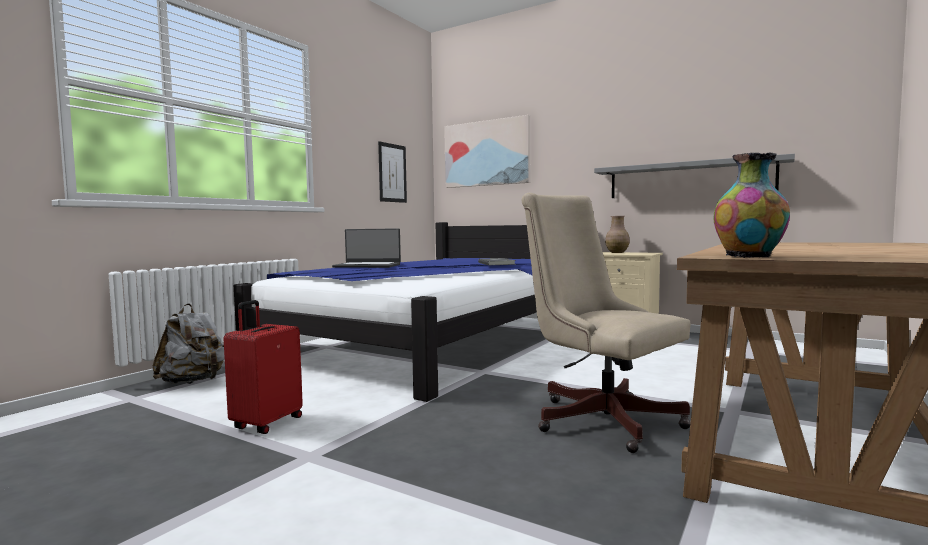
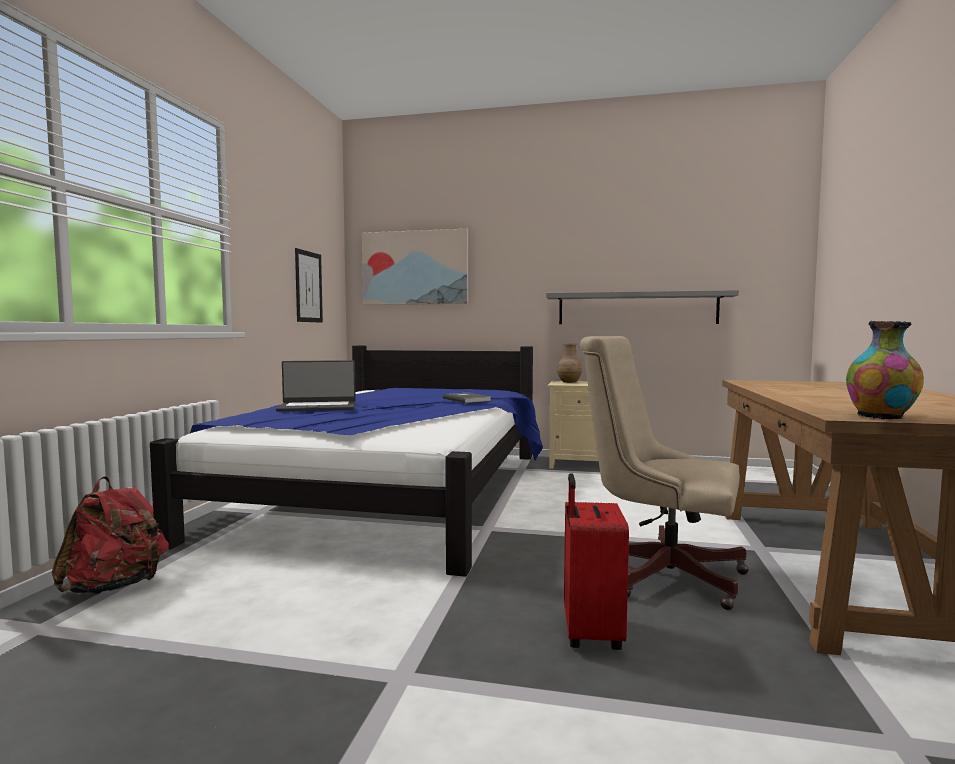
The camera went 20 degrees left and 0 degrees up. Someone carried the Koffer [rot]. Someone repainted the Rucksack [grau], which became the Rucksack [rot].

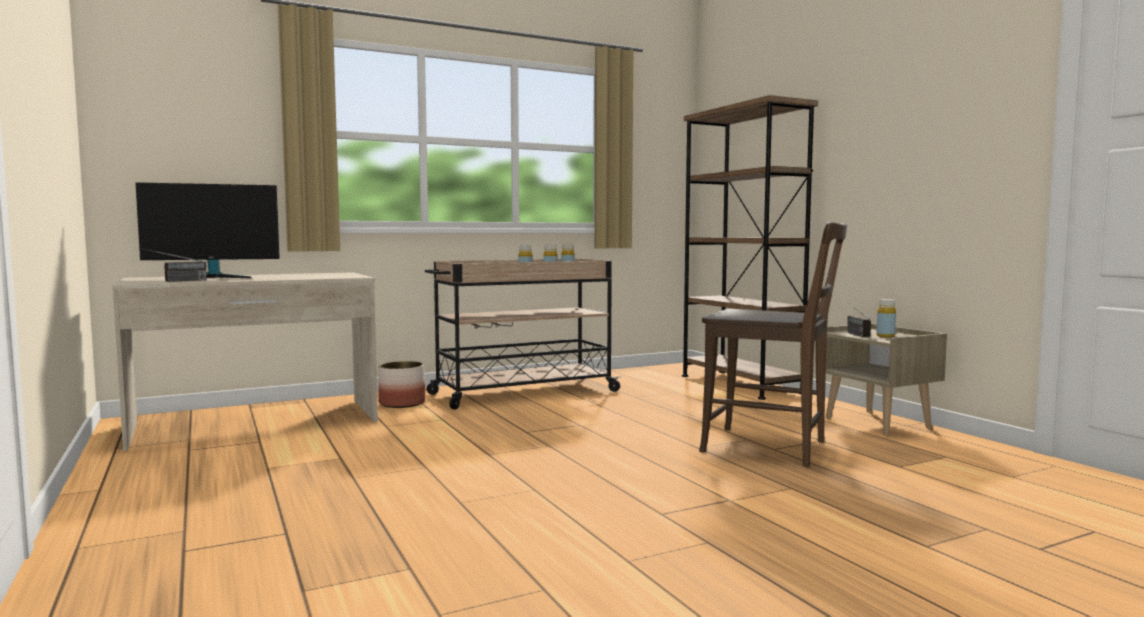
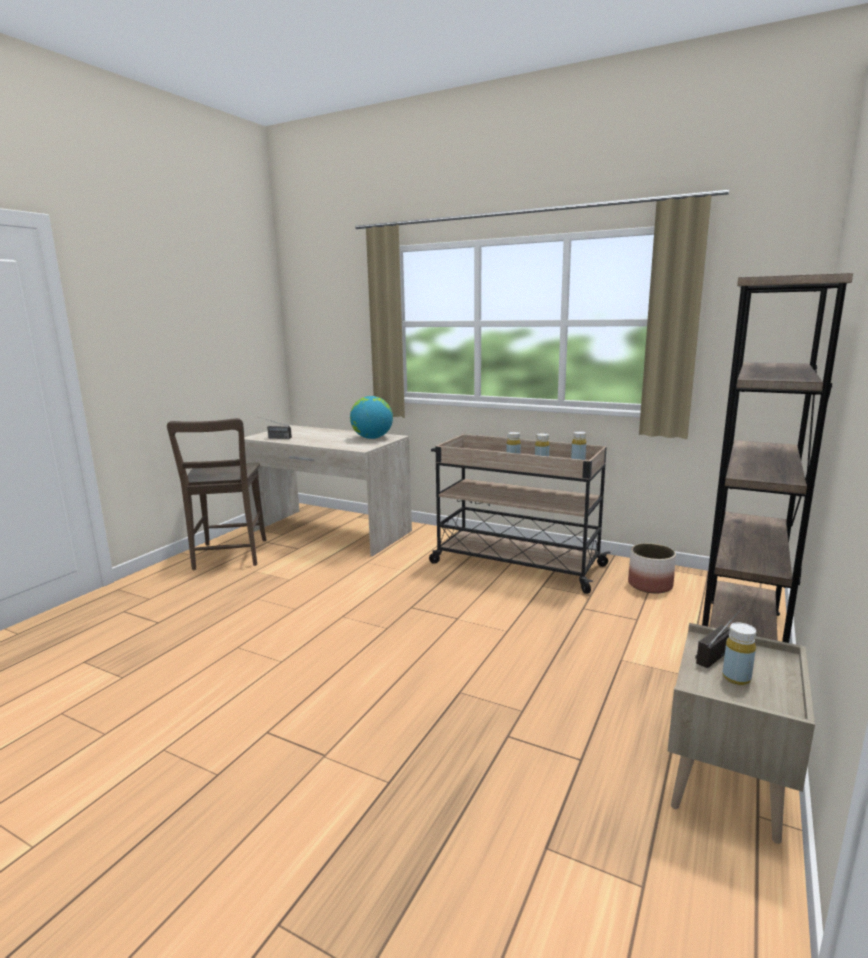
The camera went 55 degrees right and 10 degrees up. Someone took away the Monitor. Someone carried the Stuhl [braun]. Someone carried the Pflanzkübel. Someone put down the Globus.

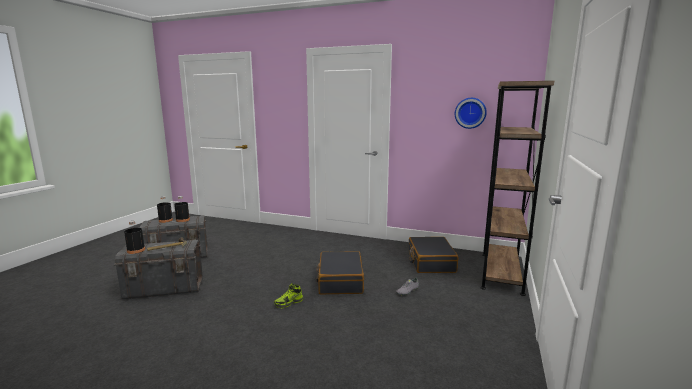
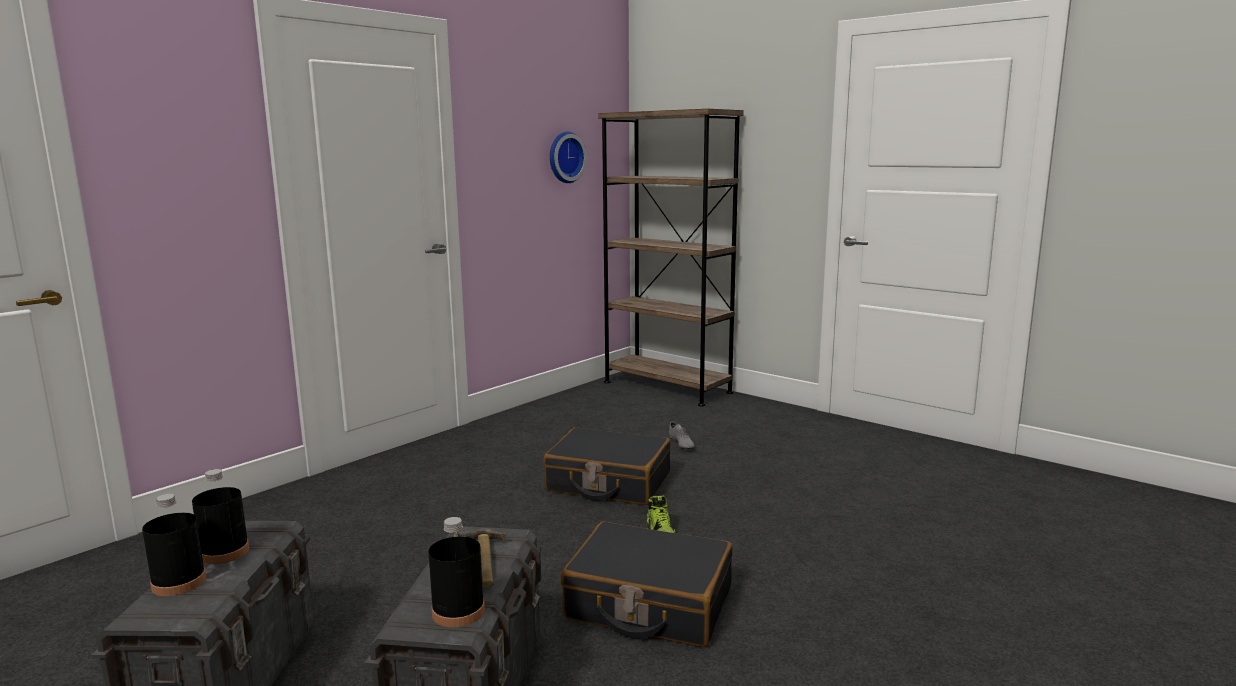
The camera went 70 degrees left and 0 degrees up. Someone carried the Koffer [schwarz] (no. 2 from left).

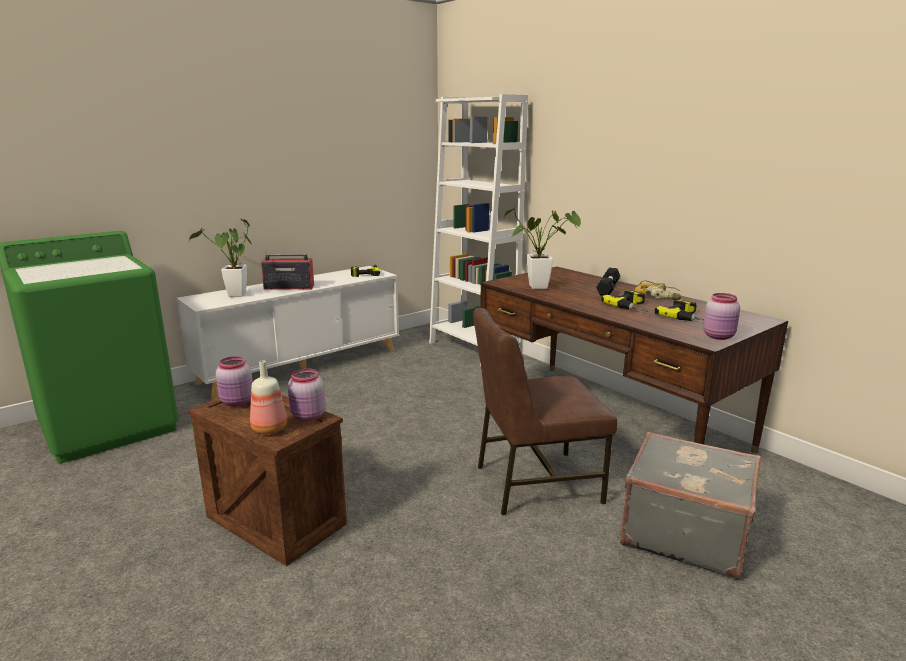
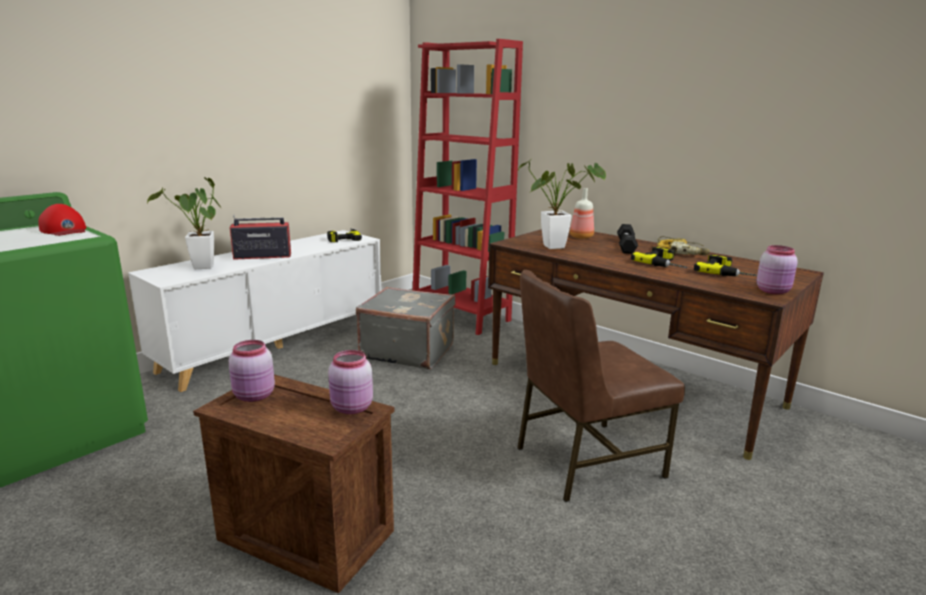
The camera went 10 degrees left and 0 degrees up. Someone repainted the Bücherregal [weiß], which became the Bücherregal [rot]. Someone carried the Flasche. Someone carried the Koffer [grau]. Someone put down the Kappe [rot].

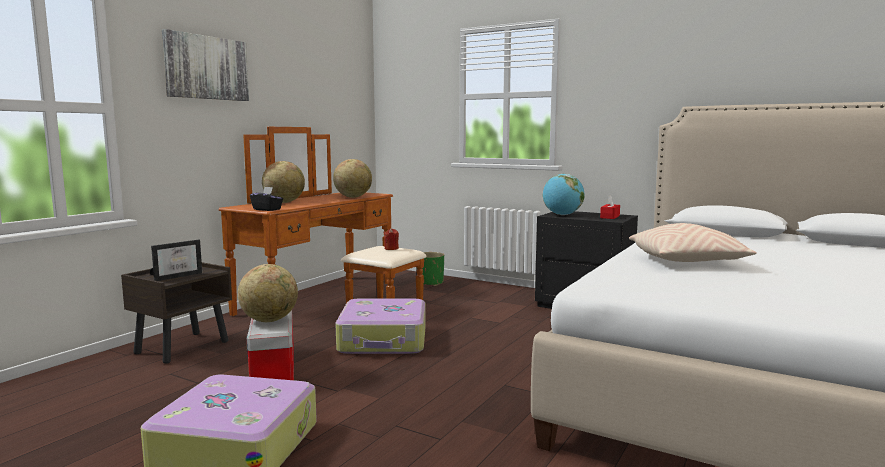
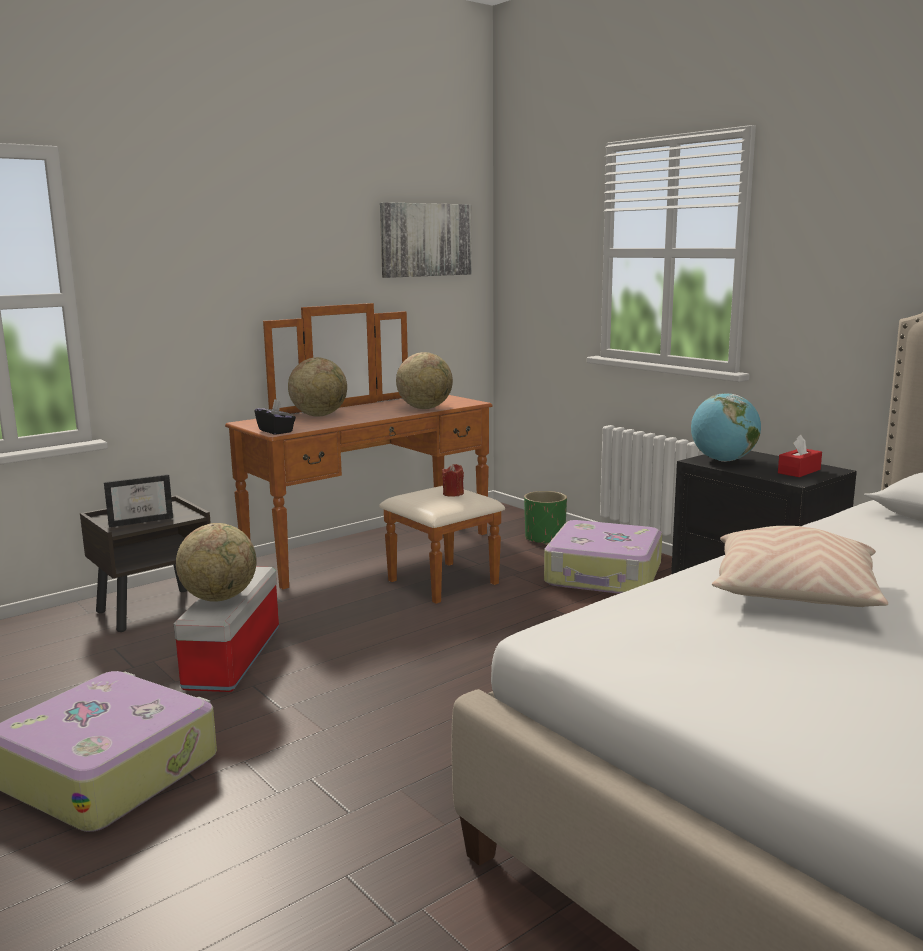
The camera went 20 degrees right and 5 degrees up. Someone carried the Bild. Someone carried the Koffer (no. 2 from left).

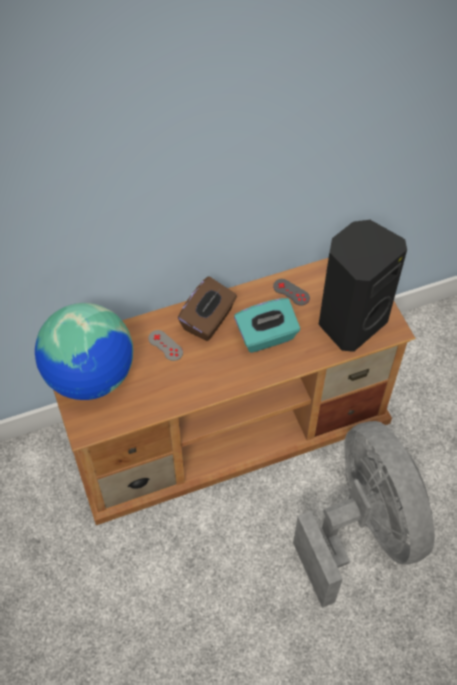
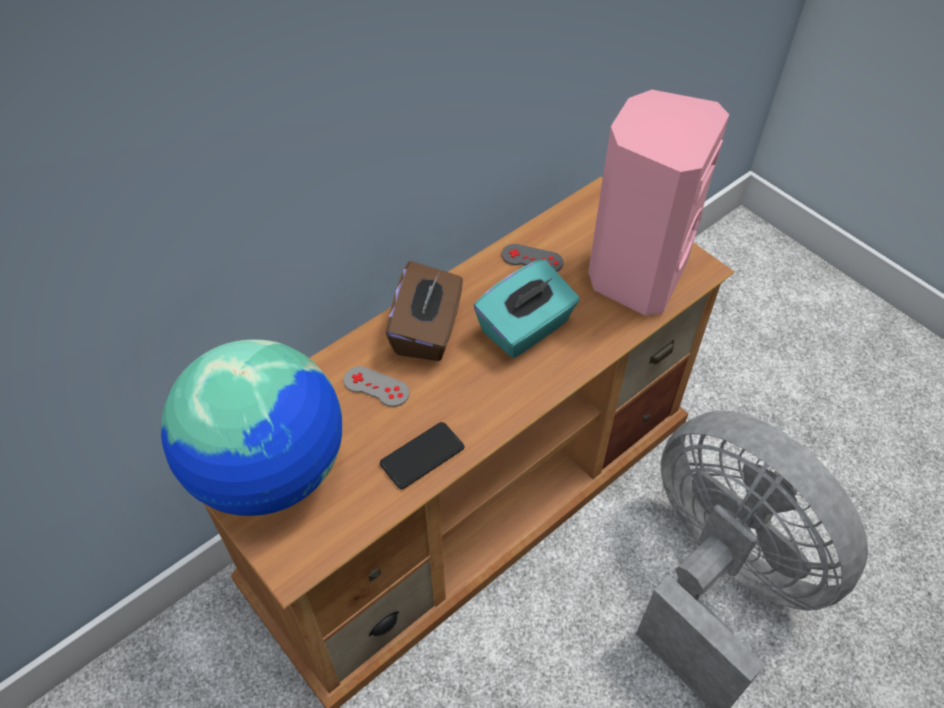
The camera went 20 degrees left and 5 degrees down. Someone repainted the Lautsprecher [schwarz], which became the Lautsprecher [rosa]. Someone put down the Handy.

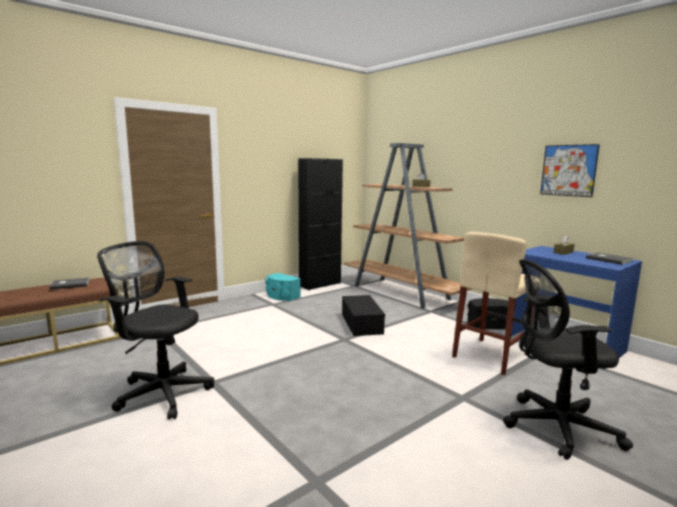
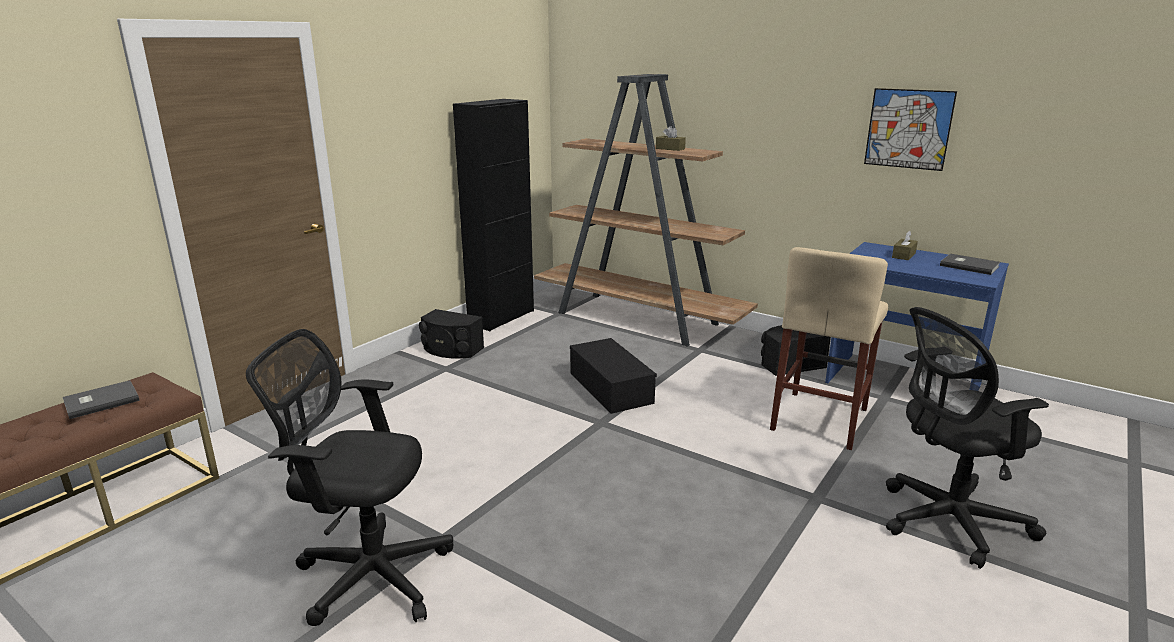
The camera went 15 degrees left and 10 degrees up. Someone repainted the Lautsprecher [türkis], which became the Lautsprecher [schwarz] (no. 1 from left).

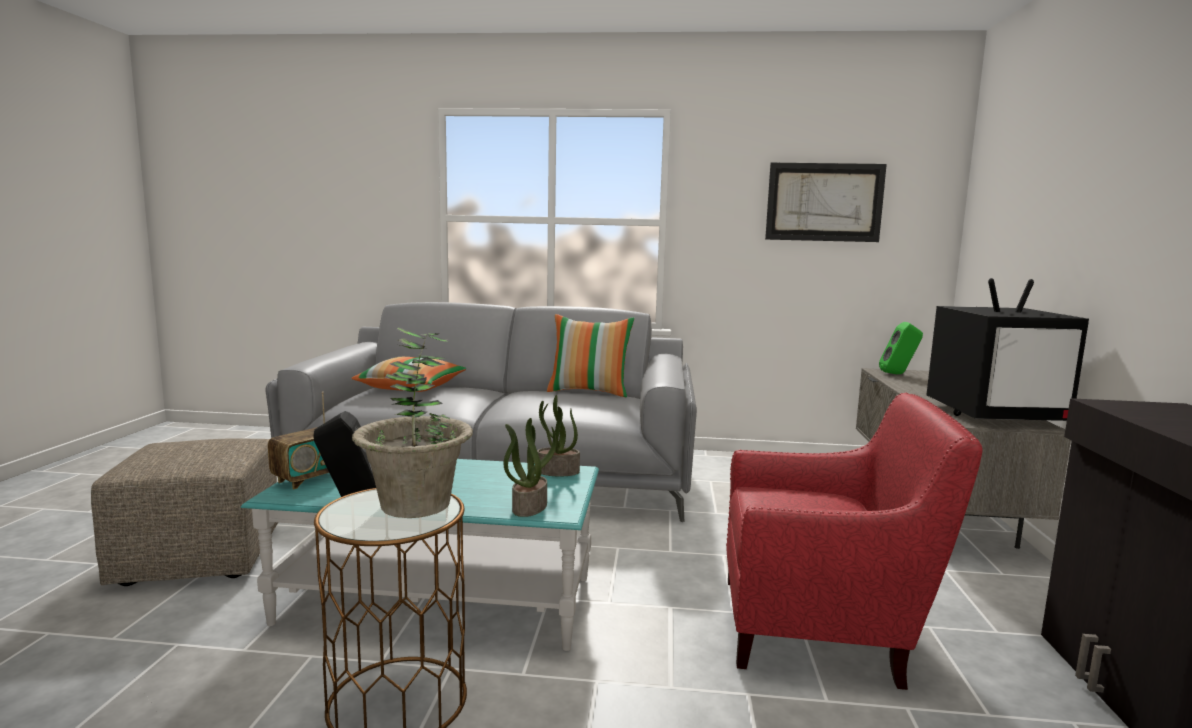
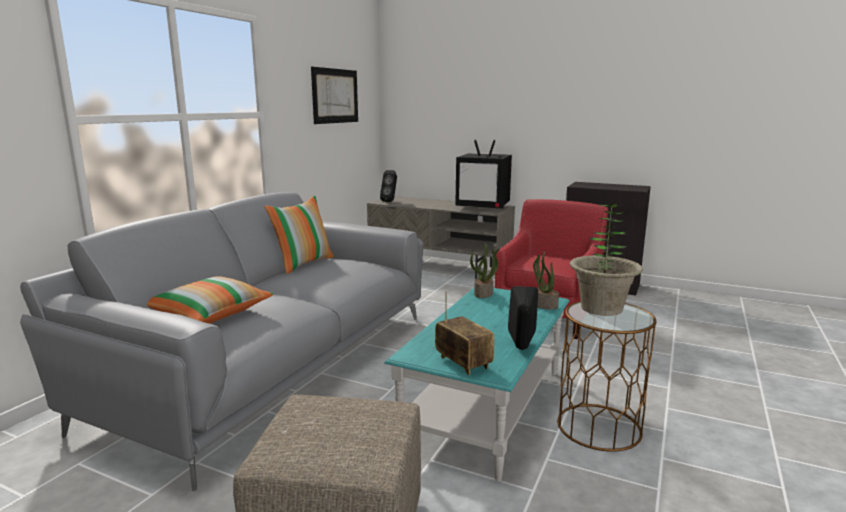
The camera went 70 degrees left and 5 degrees up. Someone rotated the Fernseher by 90 degrees clockwise. Someone repainted the Lautsprecher [grün], which became the Lautsprecher [schwarz] (no. 1 from left).

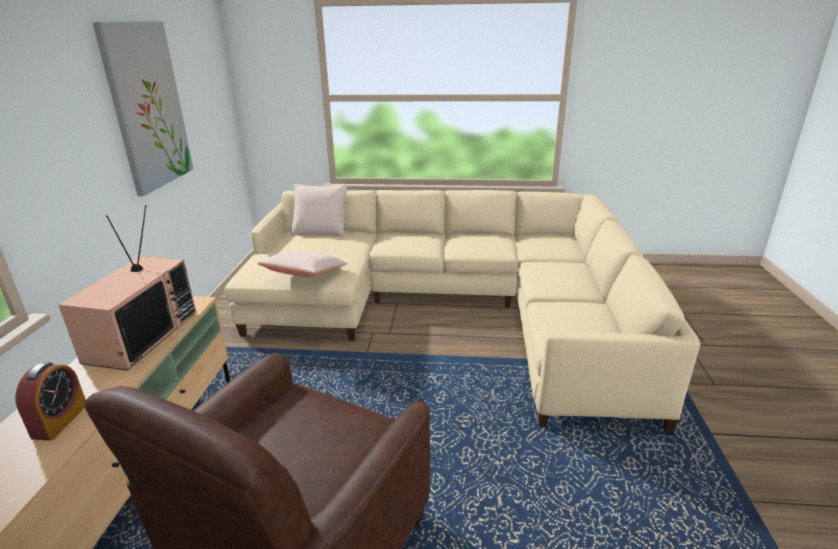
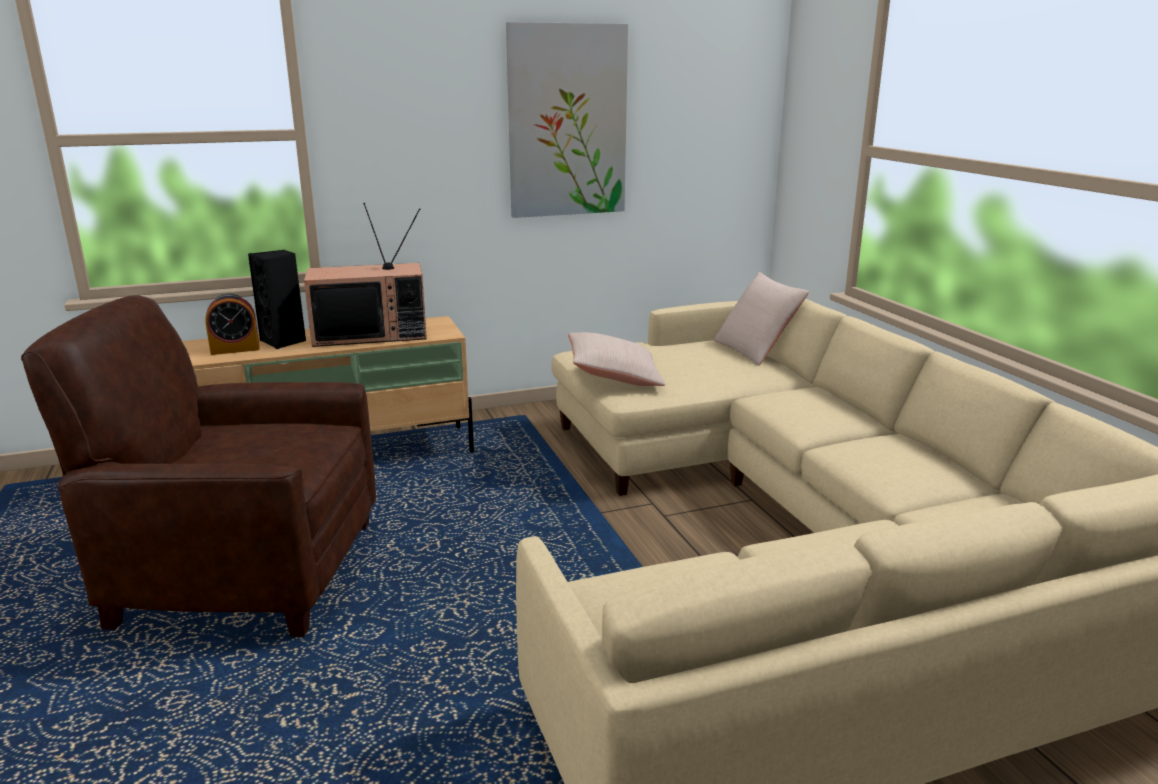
The camera went 65 degrees right and 5 degrees down. Someone put down the Lautsprecher [schwarz].

